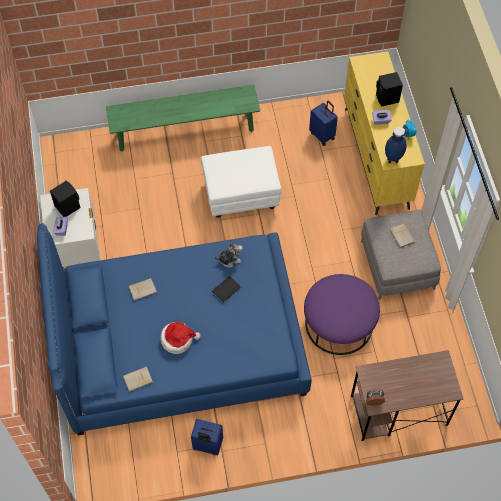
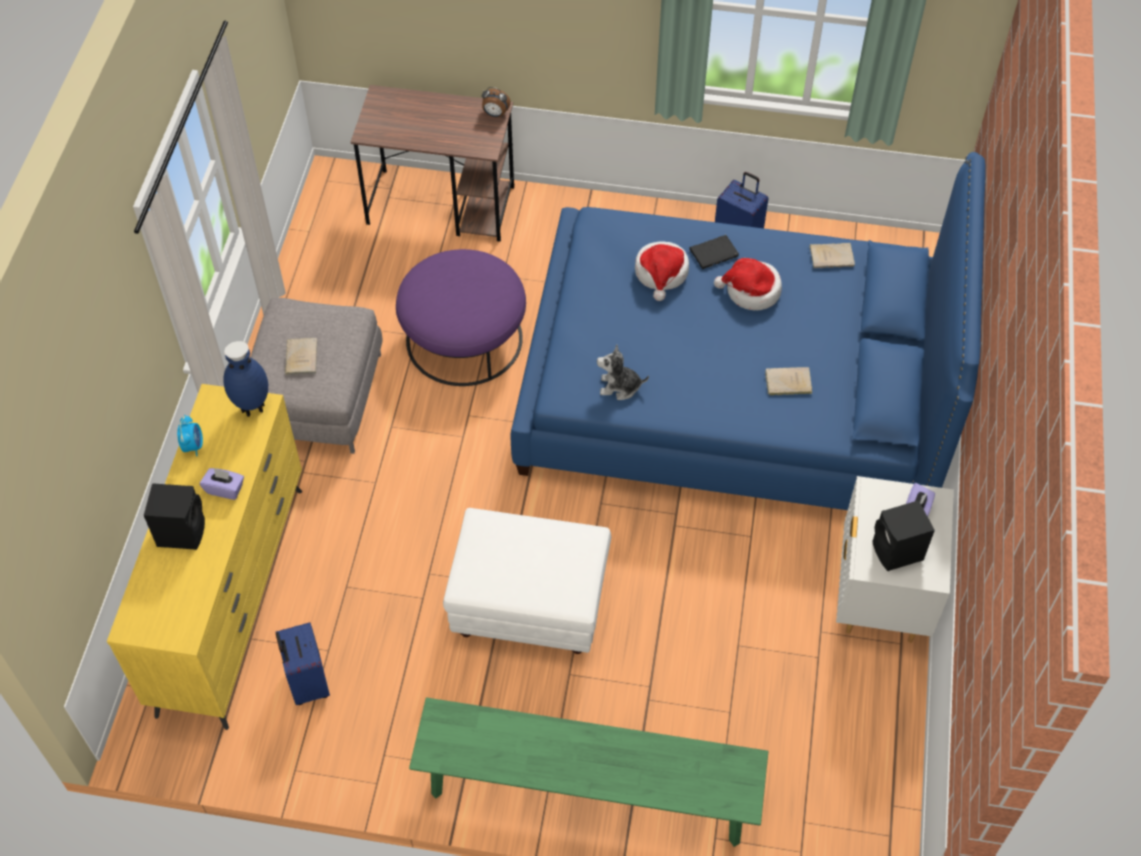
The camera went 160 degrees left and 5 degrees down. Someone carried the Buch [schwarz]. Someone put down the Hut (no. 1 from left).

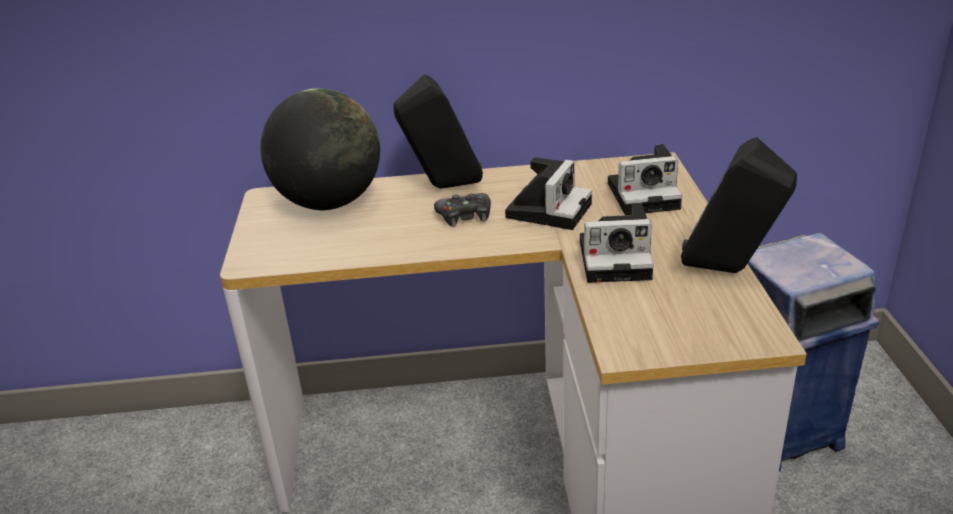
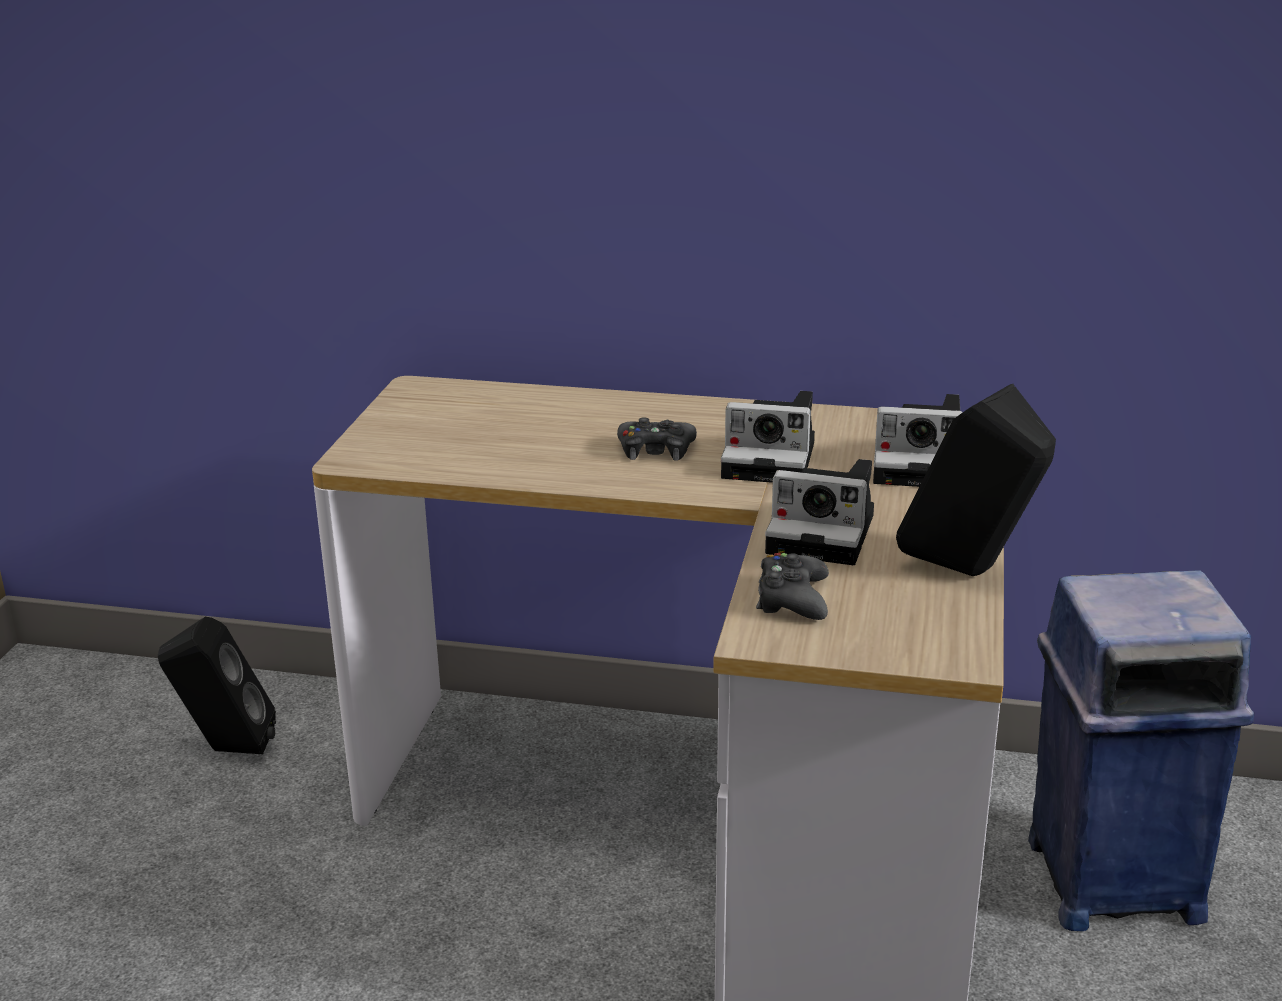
The camera went 15 degrees right and 5 degrees down. Someone carried the Lautsprecher [schwarz] (no. 1 from left). Someone took away the Globus. Someone rotated the Kamera (no. 1 from left) by 60 degrees clockwise. Someone put down the Gamepad [schwarz] (no. 2 from left).

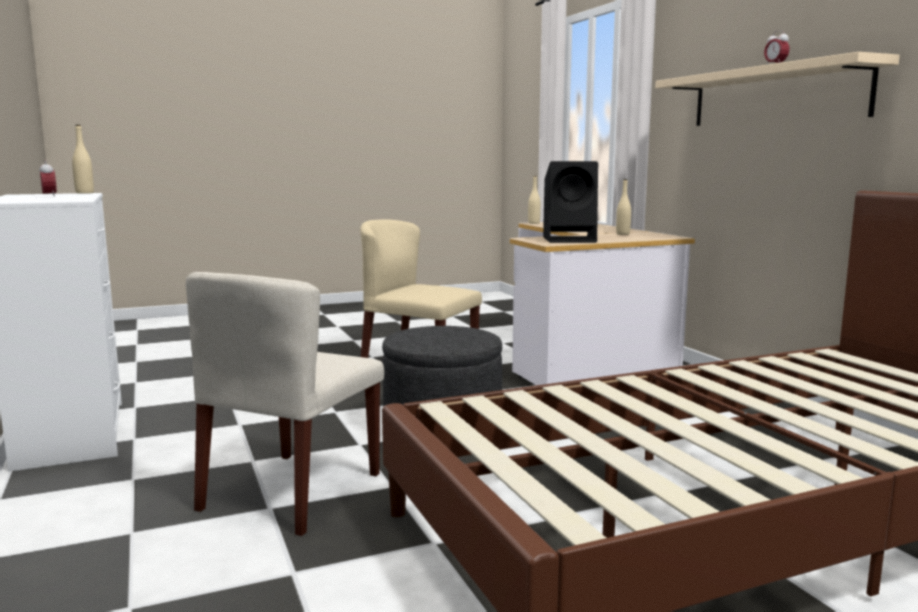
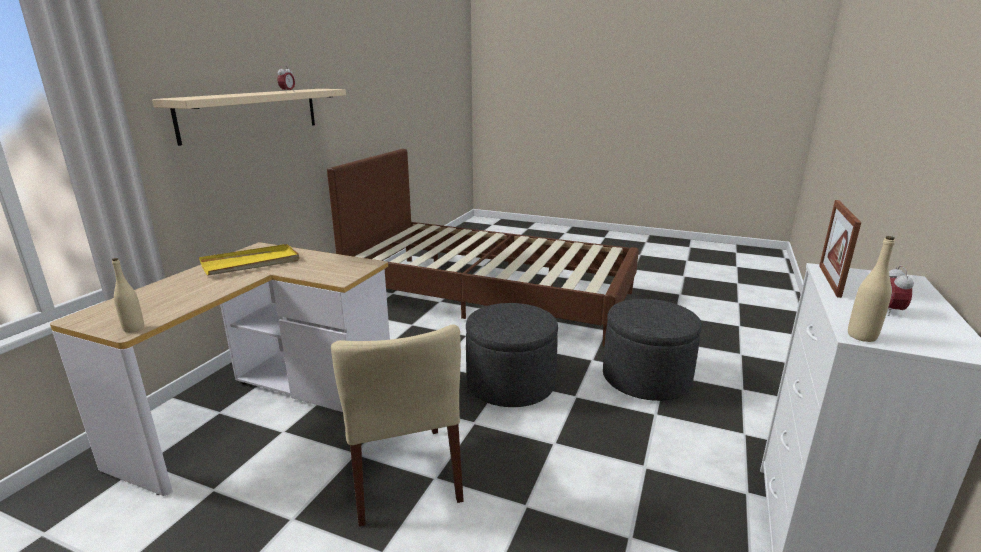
The camera went 135 degrees left and 10 degrees up. Someone took away the Lautsprecher [schwarz]. Someone swapped the Flasche [beige] (no. 3 from left) for the Tablett [gelb]. Someone swapped the Stuhl [beige] (no. 1 from left) for the Polsterhocker [grau] (no. 2 from left). Someone put down the Bilderrahmen.

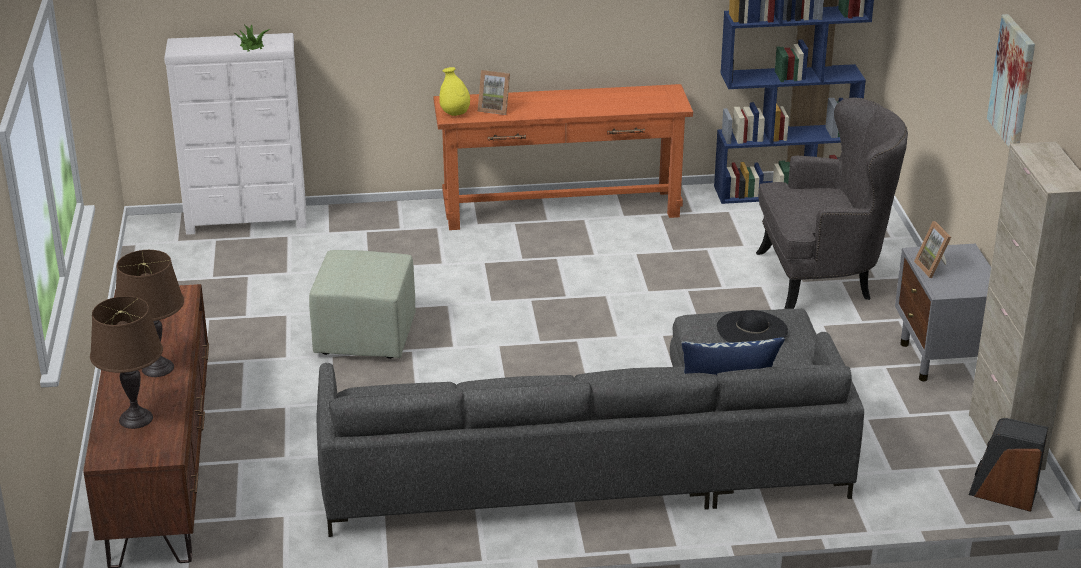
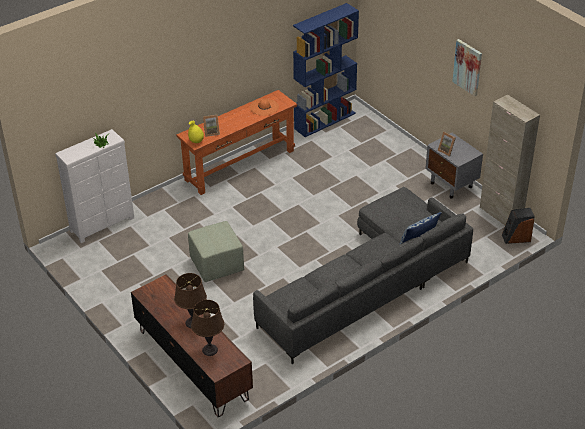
The camera went 30 degrees left and 10 degrees up. Someone took away the Sessel [grau]. Someone took away the Hut [schwarz]. Someone put down the Hut [orange].

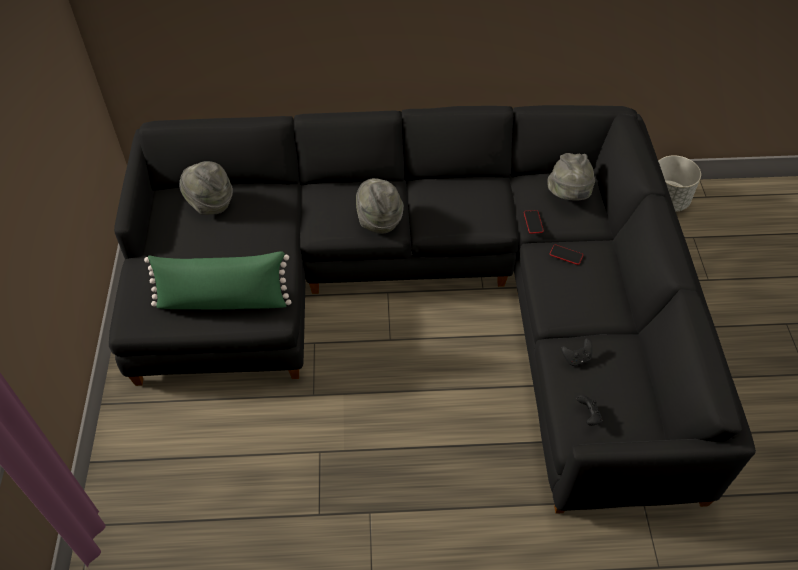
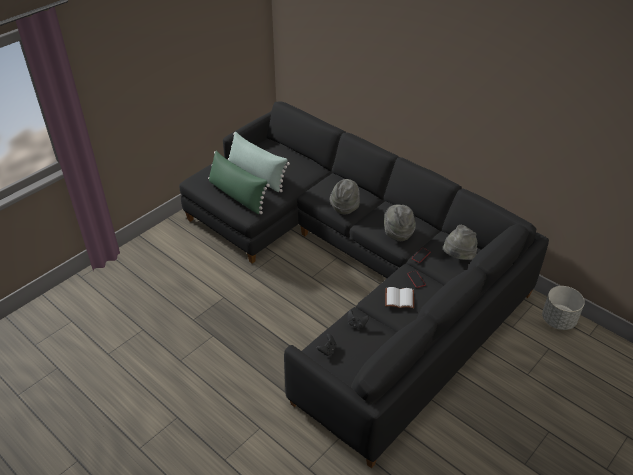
The camera went 45 degrees right and 10 degrees down. Someone carried the Hut [grau] (no. 1 from left in the first image). Someone put down the Kissen [grün] (no. 2 from left). Someone put down the Buch [weiß].

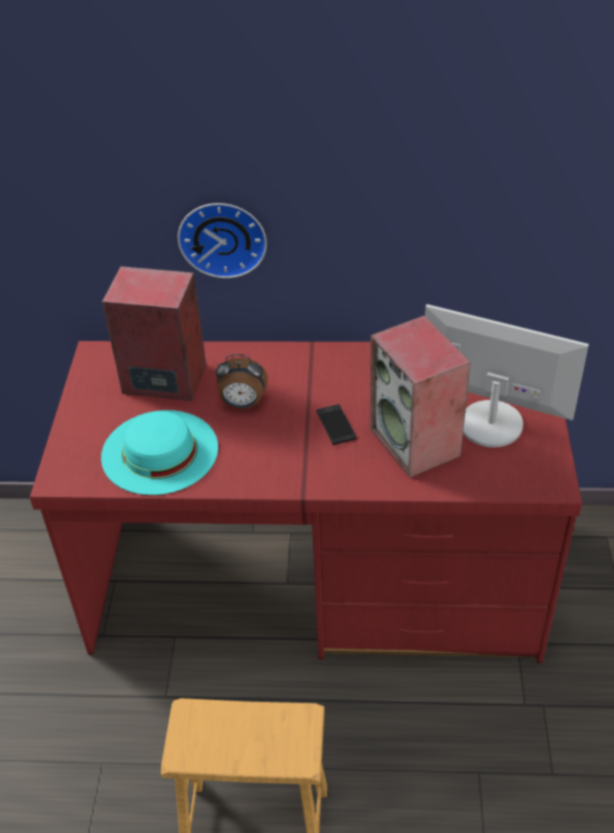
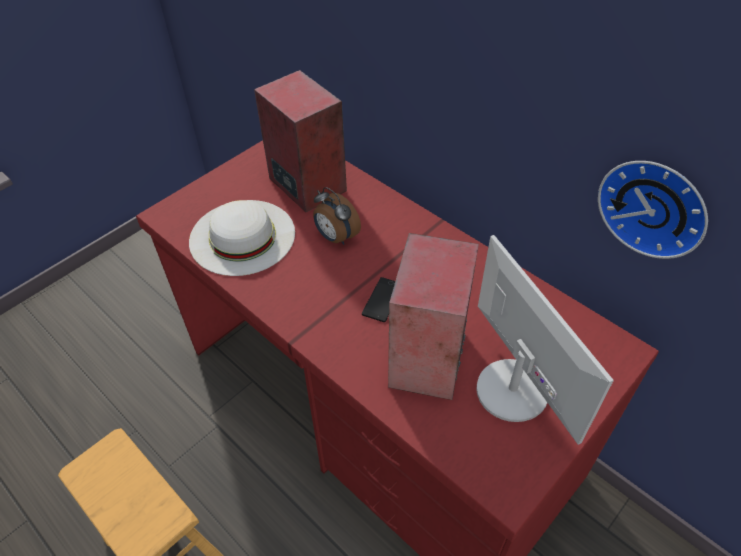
The camera went 40 degrees right and 5 degrees up. Someone carried the Wanduhr. Someone repainted the Hut [türkis], which became the Hut [weiß].

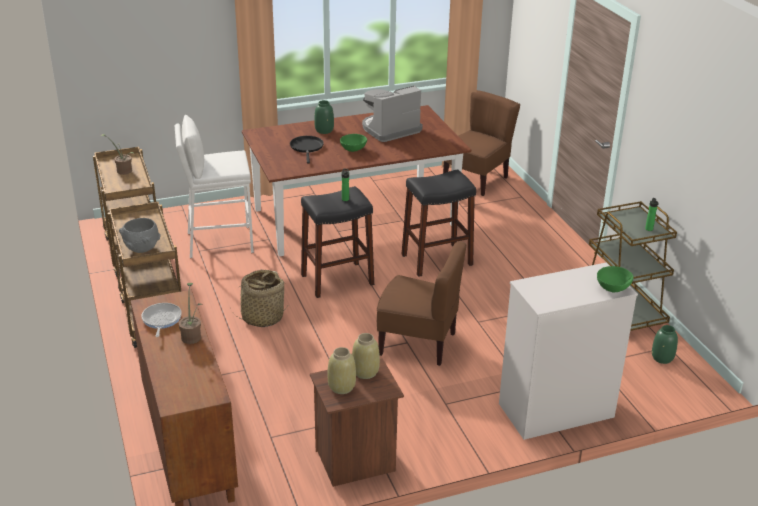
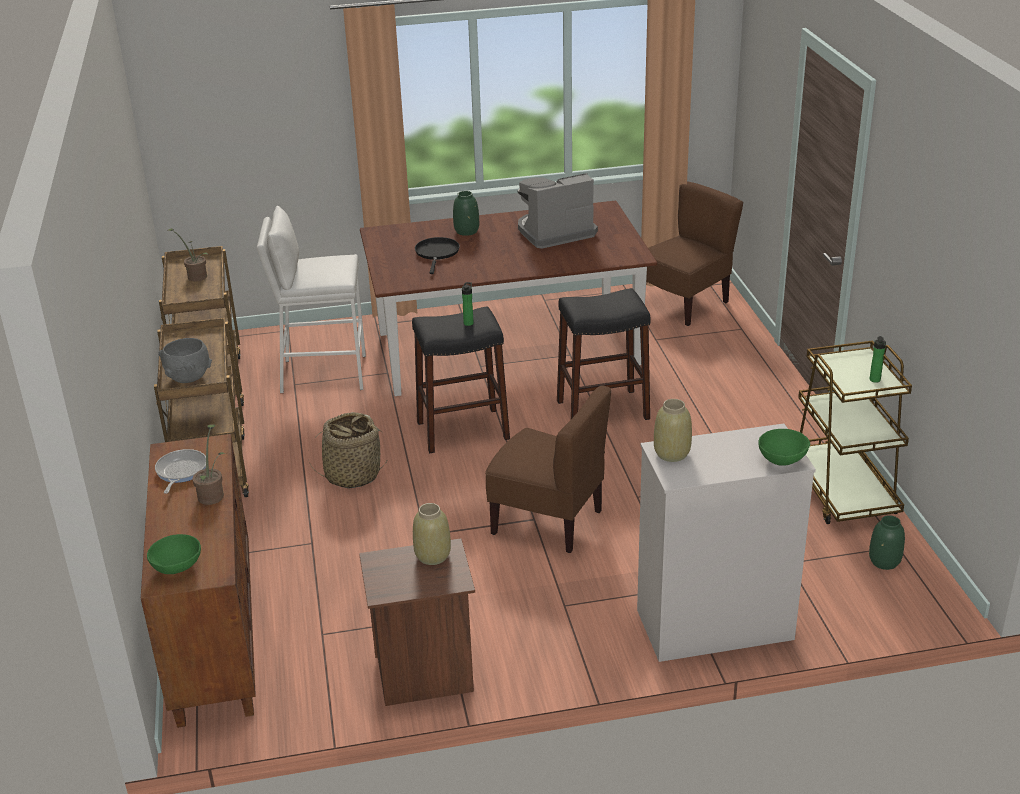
The camera went 10 degrees right and 0 degrees up. Someone carried the Schüssel [grün] (no. 1 from left). Someone carried the Vase [beige] (no. 1 from left in the first image).

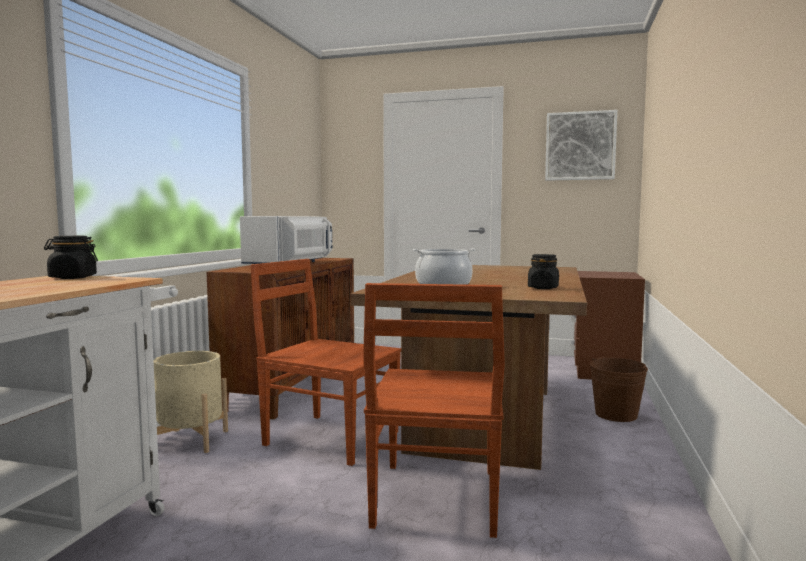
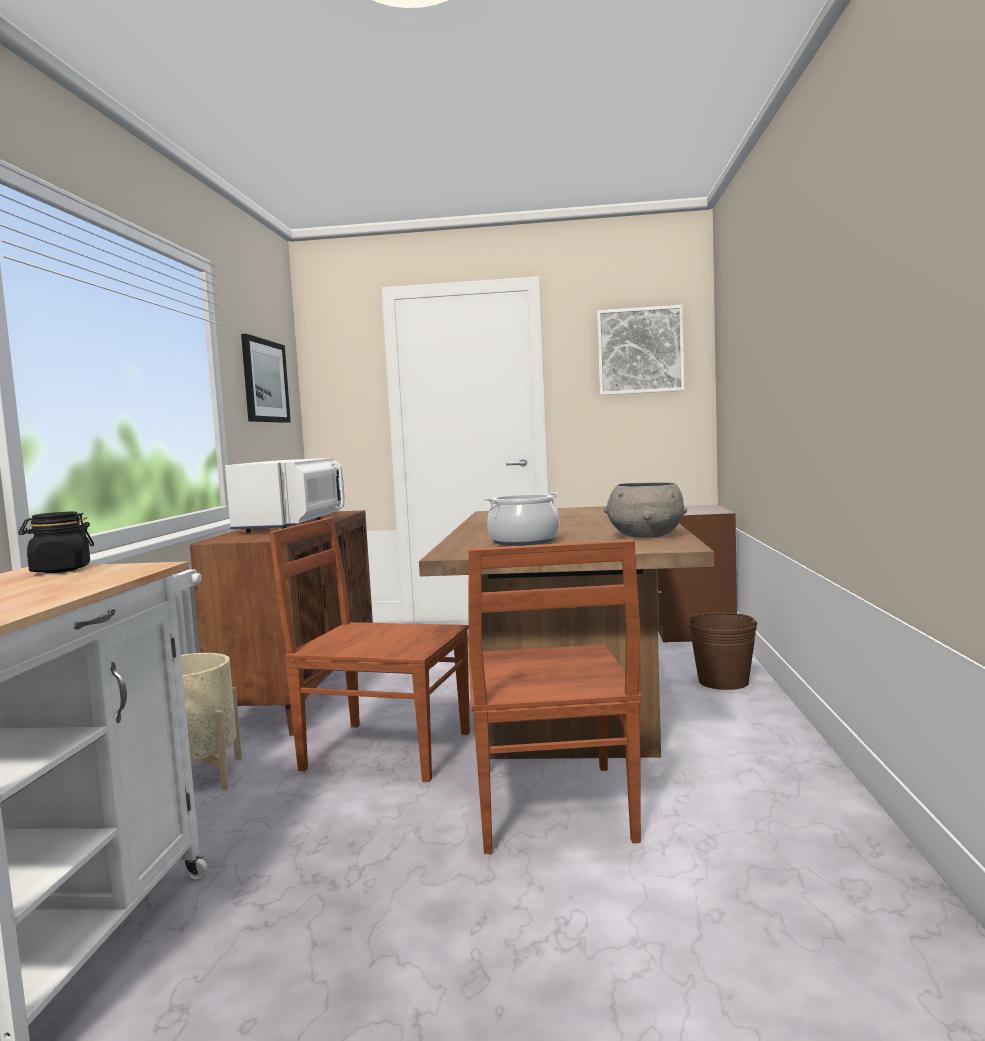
The camera went 10 degrees left and 0 degrees up. Someone swapped the Vorratsglas [schwarz] (no. 2 from left) for the Schüssel [grau]. Someone put up the Bild (no. 1 from left).

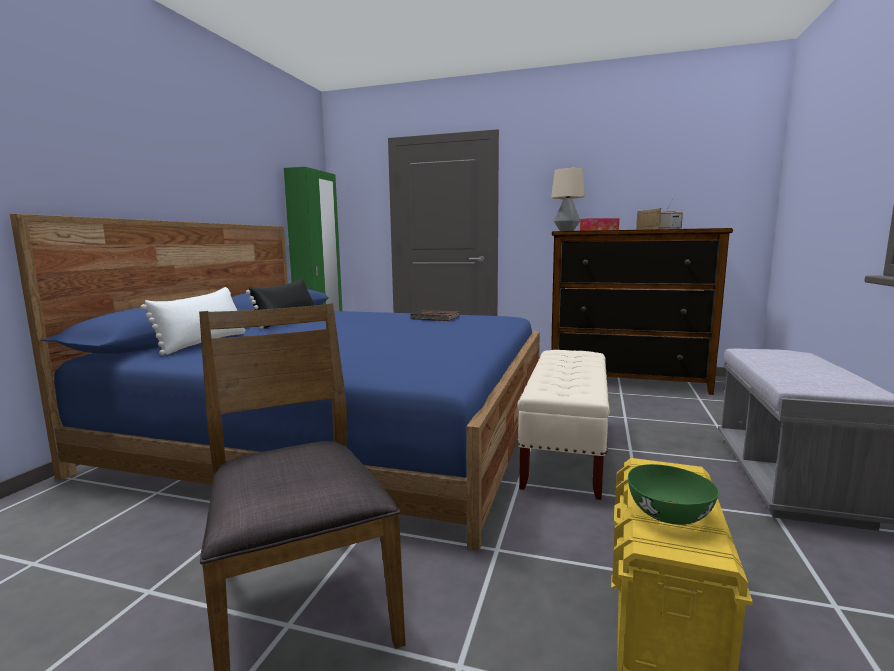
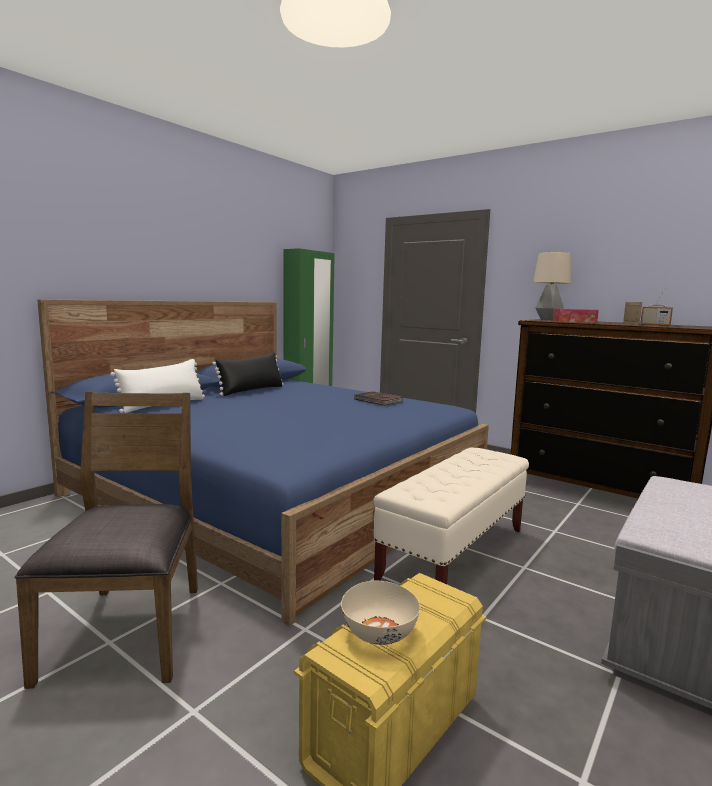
The camera went 20 degrees right and 0 degrees up. Someone repainted the Schüssel [grün], which became the Schüssel [beige].

